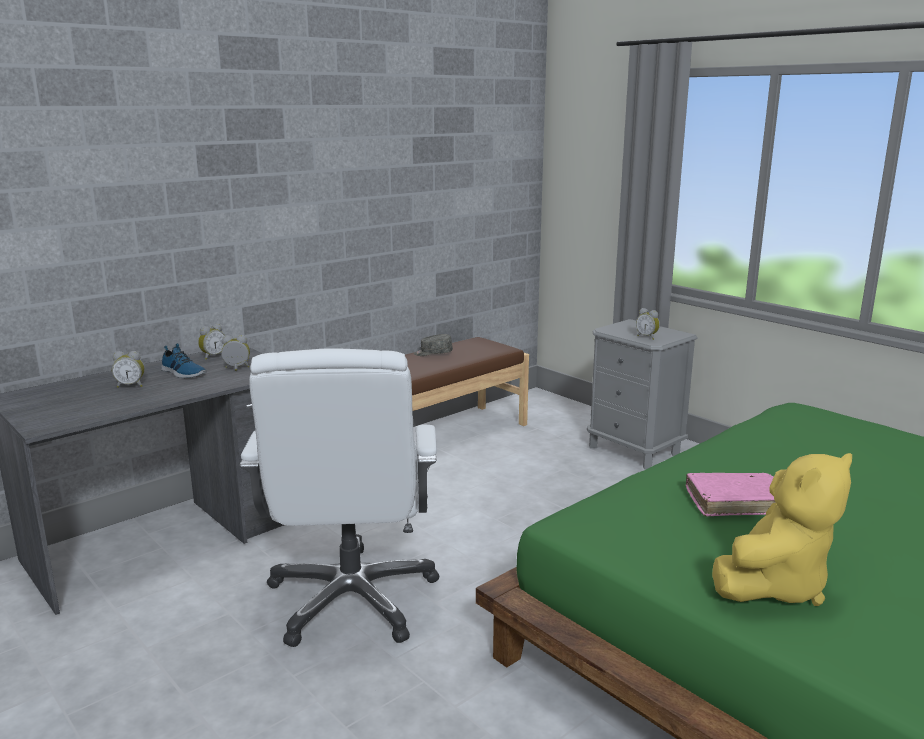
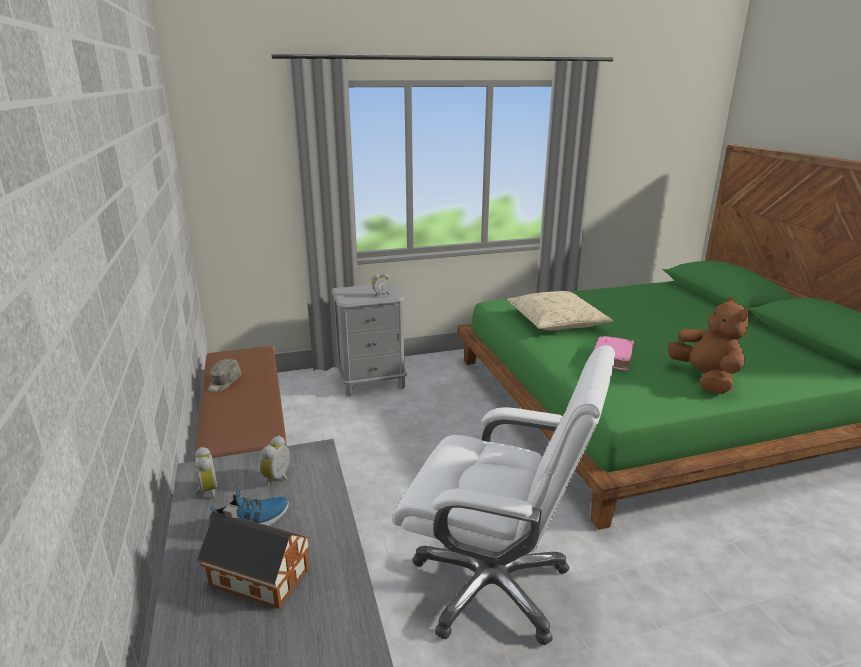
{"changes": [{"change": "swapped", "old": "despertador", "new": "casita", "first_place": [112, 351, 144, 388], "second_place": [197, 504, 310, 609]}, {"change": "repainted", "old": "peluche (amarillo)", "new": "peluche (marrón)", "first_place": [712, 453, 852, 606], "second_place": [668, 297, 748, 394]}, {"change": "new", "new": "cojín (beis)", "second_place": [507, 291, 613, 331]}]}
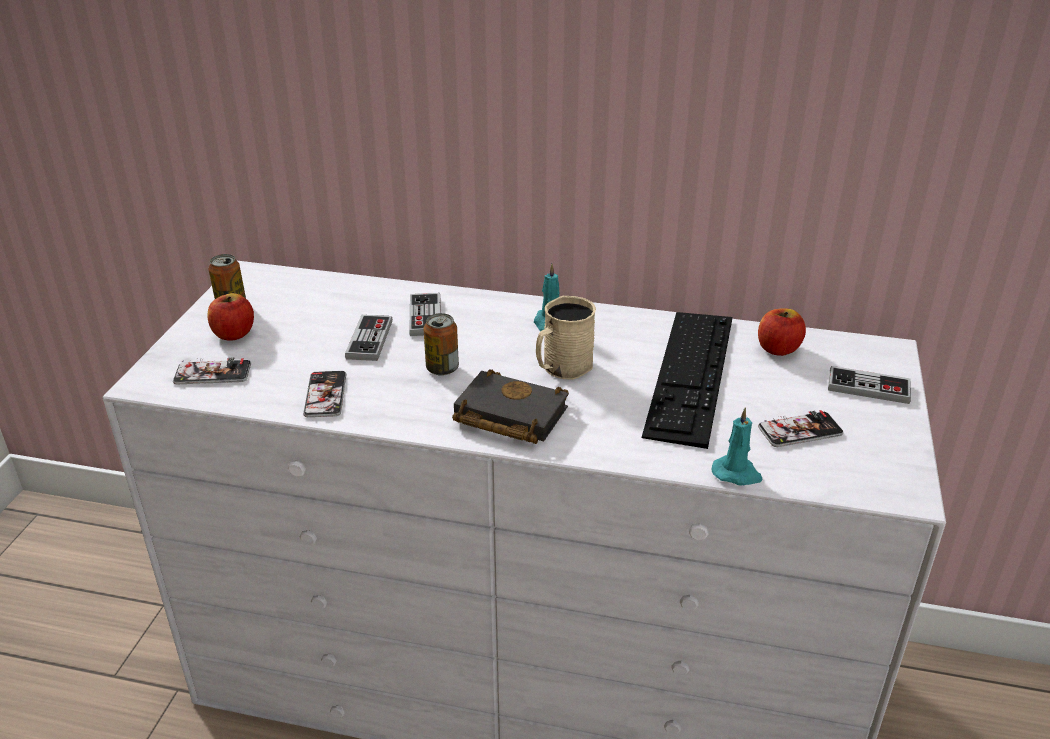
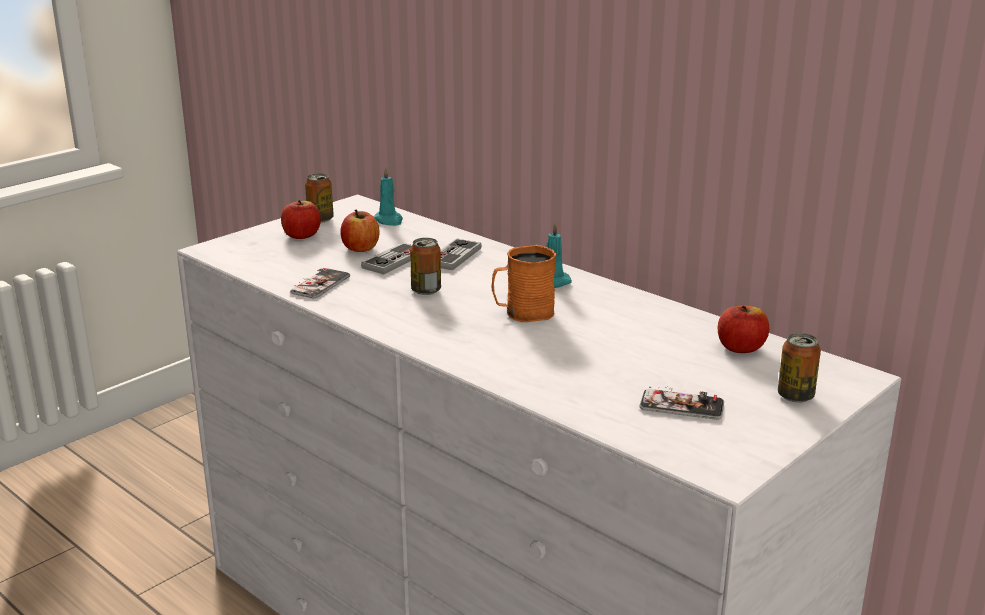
{"changes": [{"change": "repainted", "old": "taza grande (beis)", "new": "taza grande (naranja)", "first_place": [536, 296, 596, 380], "second_place": [491, 245, 557, 322]}, {"change": "gone", "old": "teclado", "first_place": [642, 312, 732, 449]}, {"change": "gone", "old": "móvil", "first_place": [173, 357, 251, 384]}, {"change": "swapped", "old": "mando de consola", "new": "lata", "first_place": [828, 366, 911, 404], "second_place": [778, 333, 821, 403]}, {"change": "gone", "old": "libro (negro)", "first_place": [452, 369, 569, 444]}, {"change": "shifted", "old": "vela (turquesa)", "first_place": [712, 407, 763, 486], "second_place": [373, 167, 403, 226]}, {"change": "new", "new": "manzana", "second_place": [340, 209, 379, 252]}]}
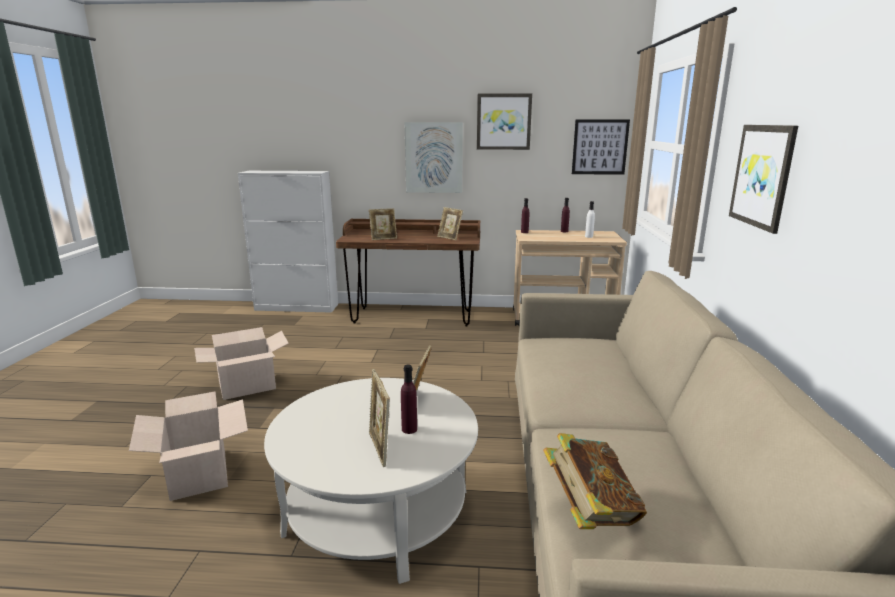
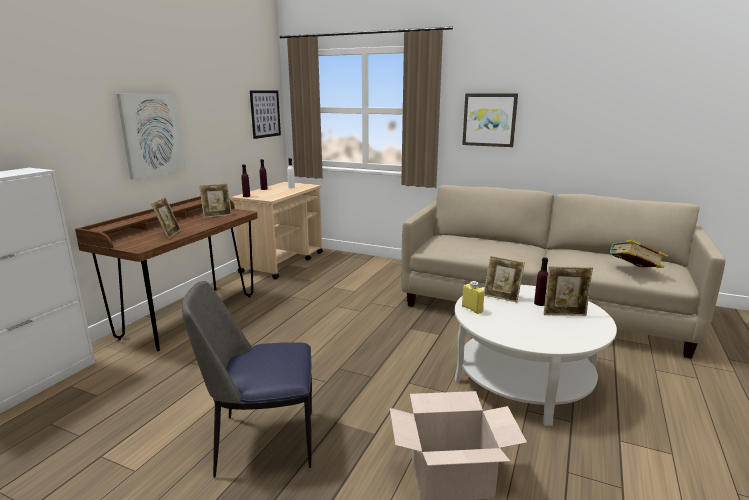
{"changes": [{"change": "gone", "old": "cuadro", "first_place": [477, 93, 532, 150]}, {"change": "swapped", "old": "caja de cartón", "new": "silla", "first_place": [194, 327, 289, 400], "second_place": [182, 281, 312, 478]}, {"change": "new", "new": "botella (amarillo)", "second_place": [462, 281, 485, 314]}]}
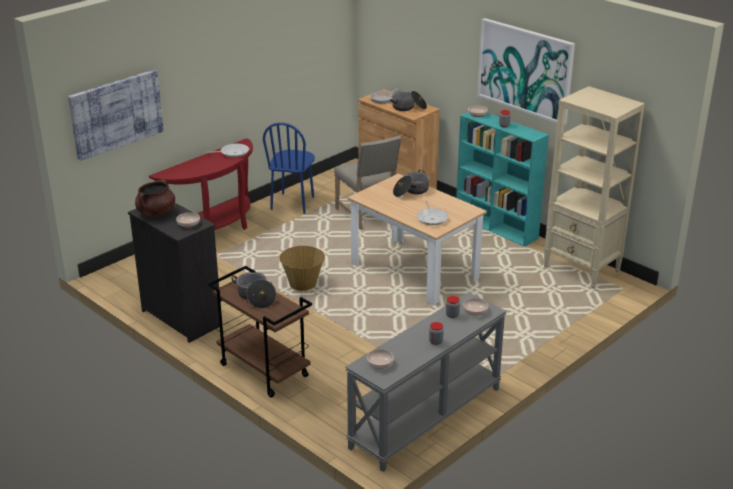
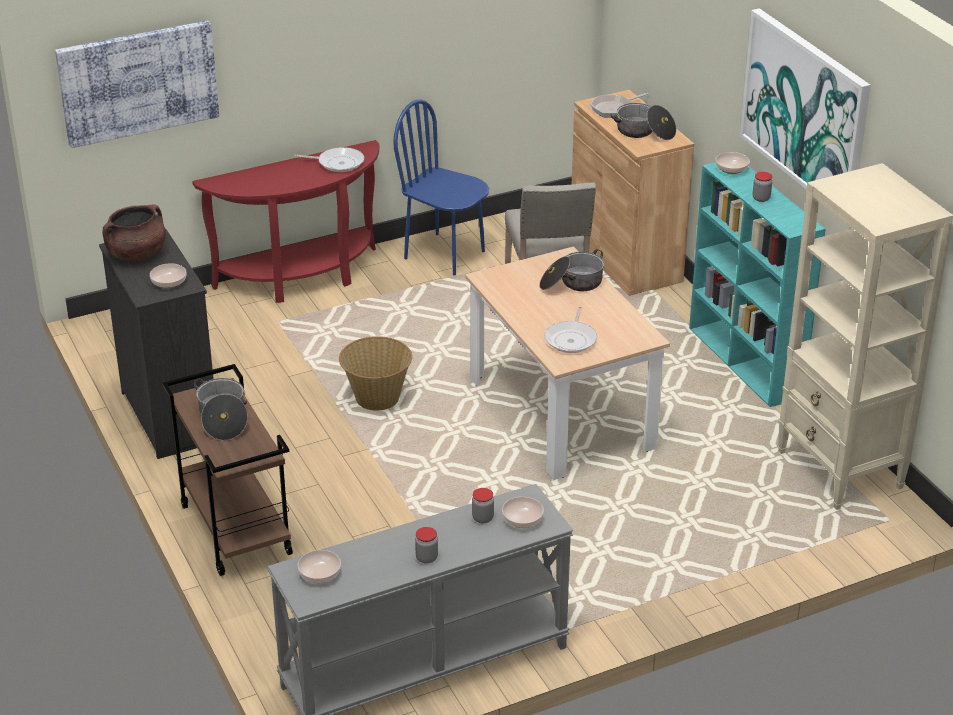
{"changes": [{"change": "rotated", "old": "silla (azul)", "first_place": [263, 122, 315, 214], "second_place": [393, 99, 489, 276], "degrees": 90}]}
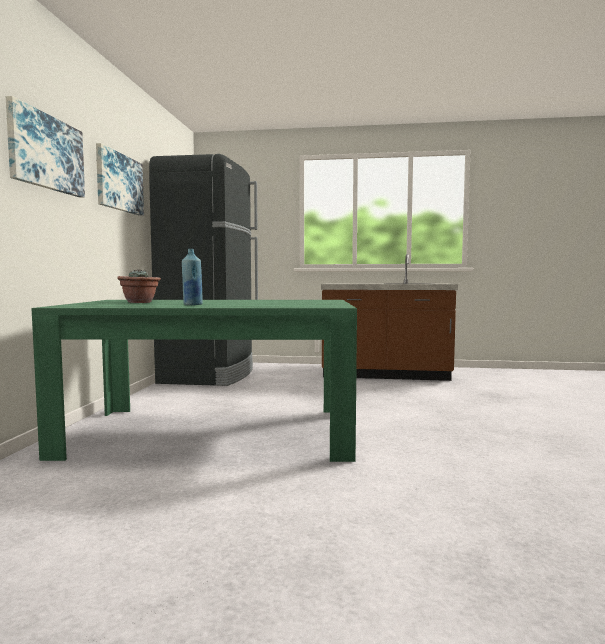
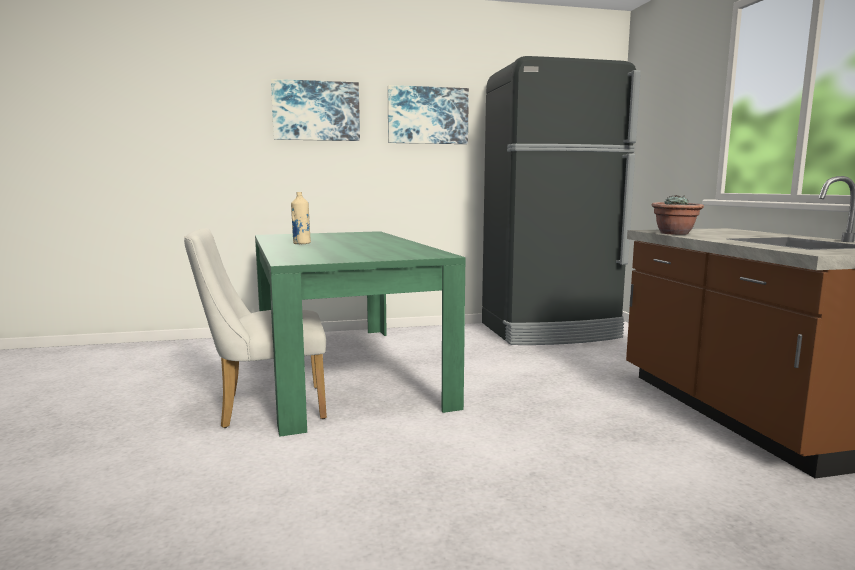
{"changes": [{"change": "repainted", "old": "botella (azul)", "new": "botella (beis)", "first_place": [182, 249, 203, 305], "second_place": [291, 192, 311, 244]}, {"change": "shifted", "old": "planta en maceta", "first_place": [117, 269, 161, 303], "second_place": [651, 195, 704, 235]}, {"change": "new", "new": "silla (blanco)", "second_place": [184, 228, 327, 428]}]}
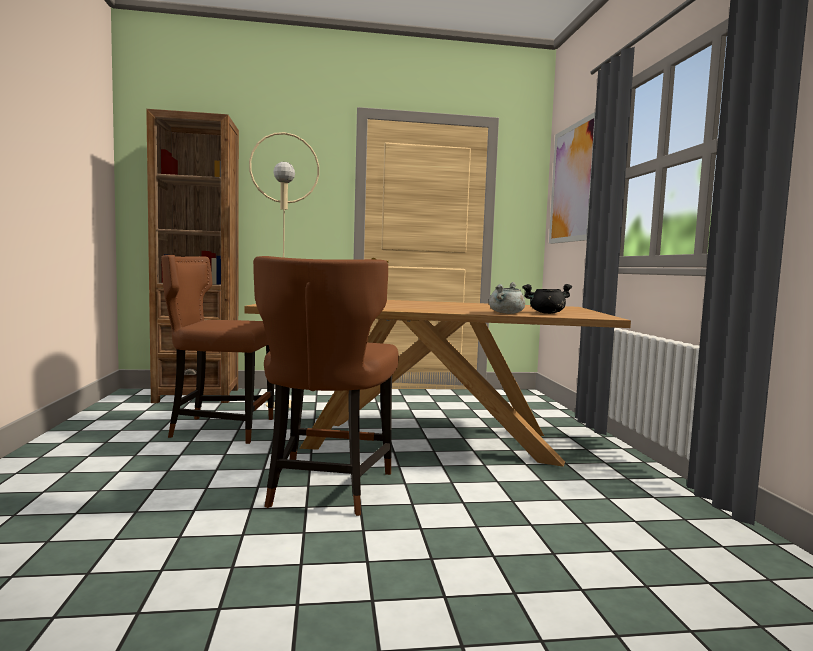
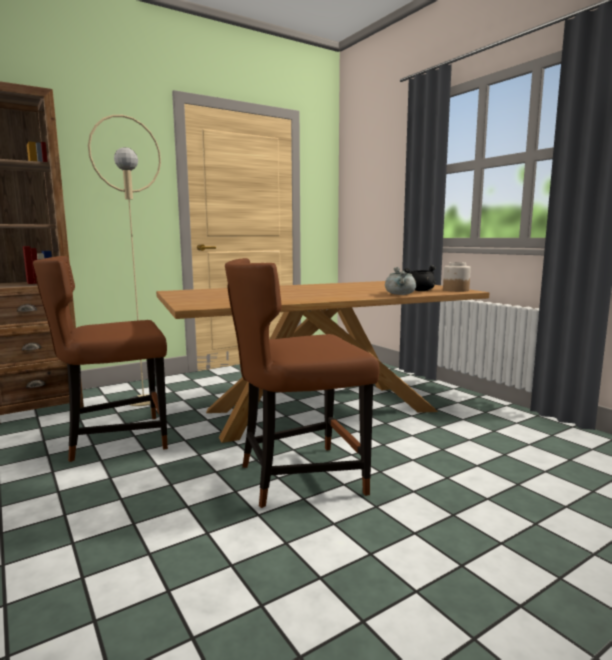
{"changes": [{"change": "gone", "old": "cuadro", "first_place": [549, 112, 595, 244]}, {"change": "rotated", "old": "silla (marrón)", "first_place": [253, 256, 399, 516], "second_place": [225, 258, 380, 508], "degrees": 90}, {"change": "new", "new": "tarro", "second_place": [443, 262, 471, 292]}]}
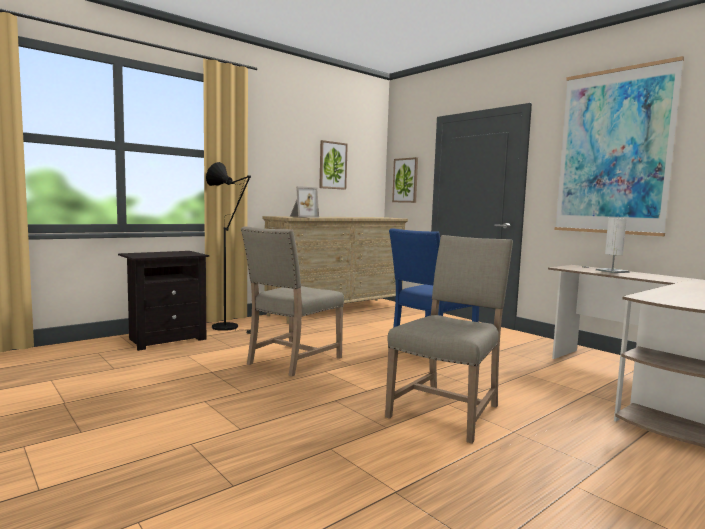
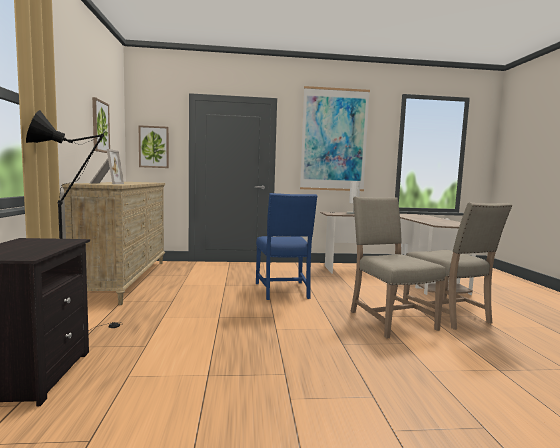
{"changes": [{"change": "shifted", "old": "silla (beis)", "first_place": [241, 226, 344, 377], "second_place": [402, 202, 513, 330]}]}
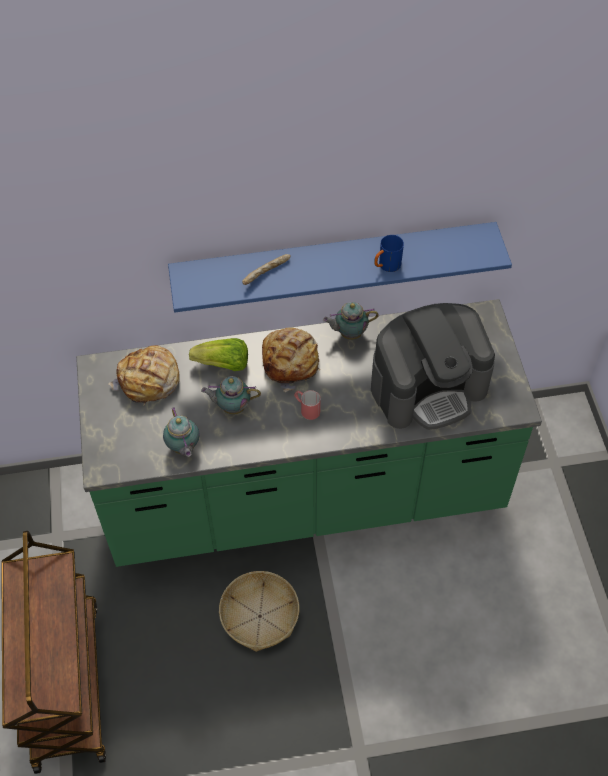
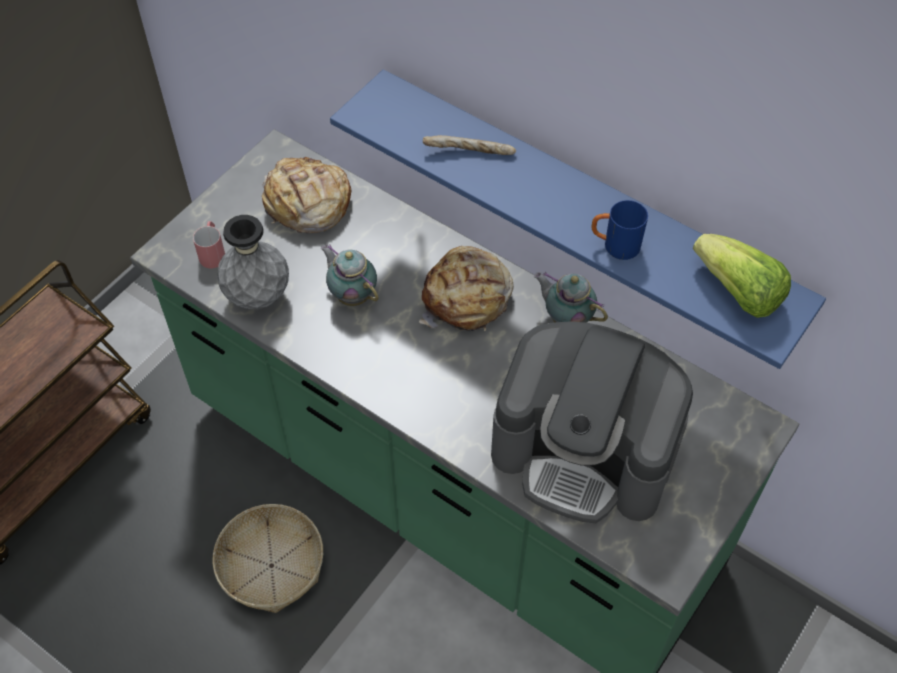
{"changes": [{"change": "shifted", "old": "lechuga", "first_place": [189, 338, 248, 371], "second_place": [693, 234, 791, 318]}, {"change": "shifted", "old": "taza grande (rojo)", "first_place": [294, 390, 321, 420], "second_place": [193, 221, 225, 268]}, {"change": "swapped", "old": "tetera", "new": "florero (gris)", "first_place": [163, 407, 199, 457], "second_place": [217, 215, 289, 310]}]}
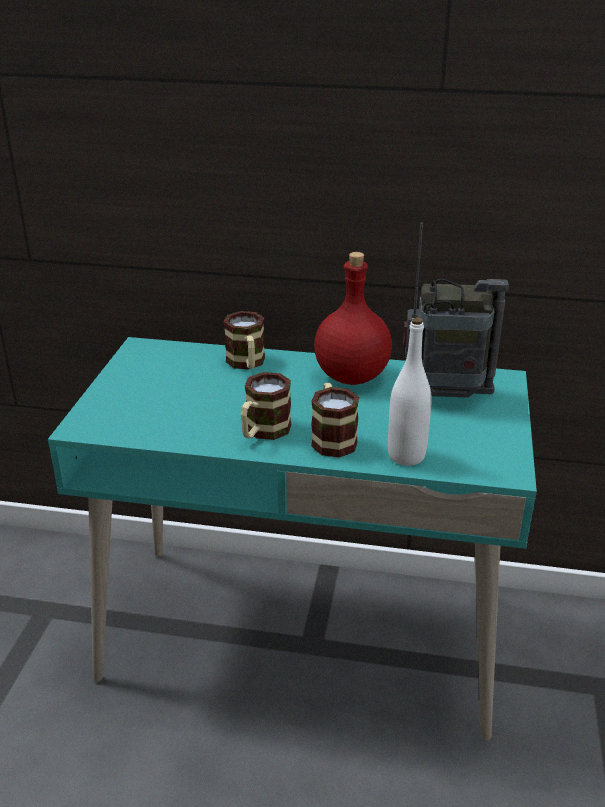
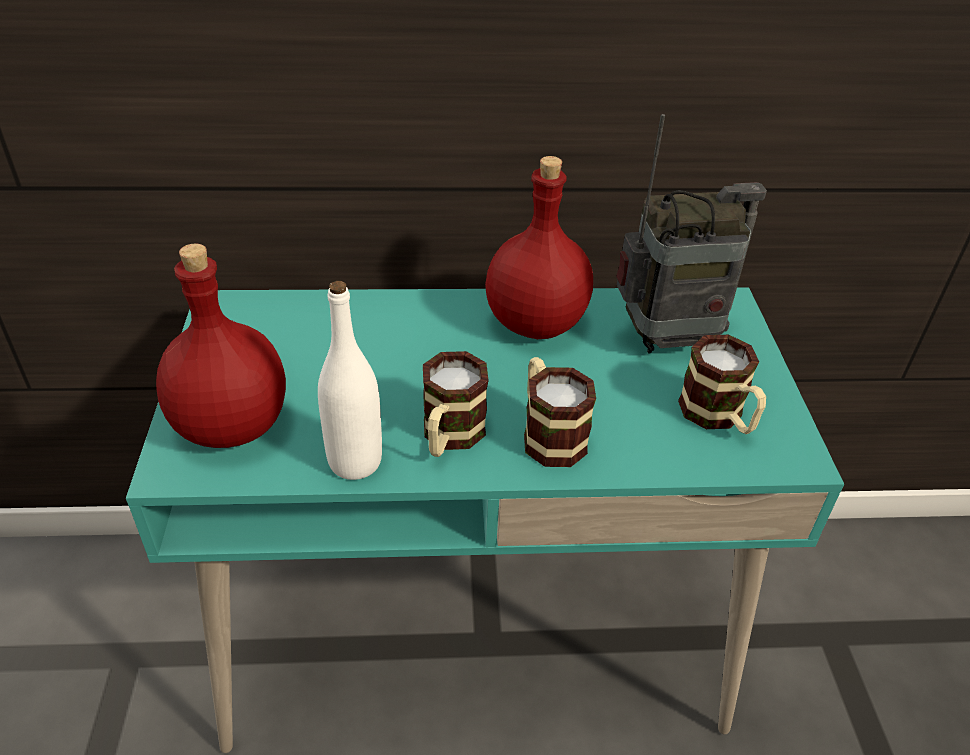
{"changes": [{"change": "shifted", "old": "taza grande", "first_place": [224, 311, 265, 369], "second_place": [678, 335, 766, 434]}, {"change": "shifted", "old": "botella (blanco)", "first_place": [388, 317, 432, 466], "second_place": [318, 281, 382, 480]}, {"change": "new", "new": "botella (rojo)", "second_place": [156, 243, 286, 448]}]}
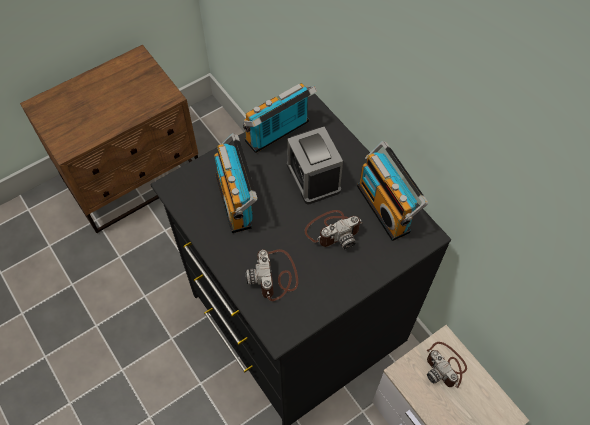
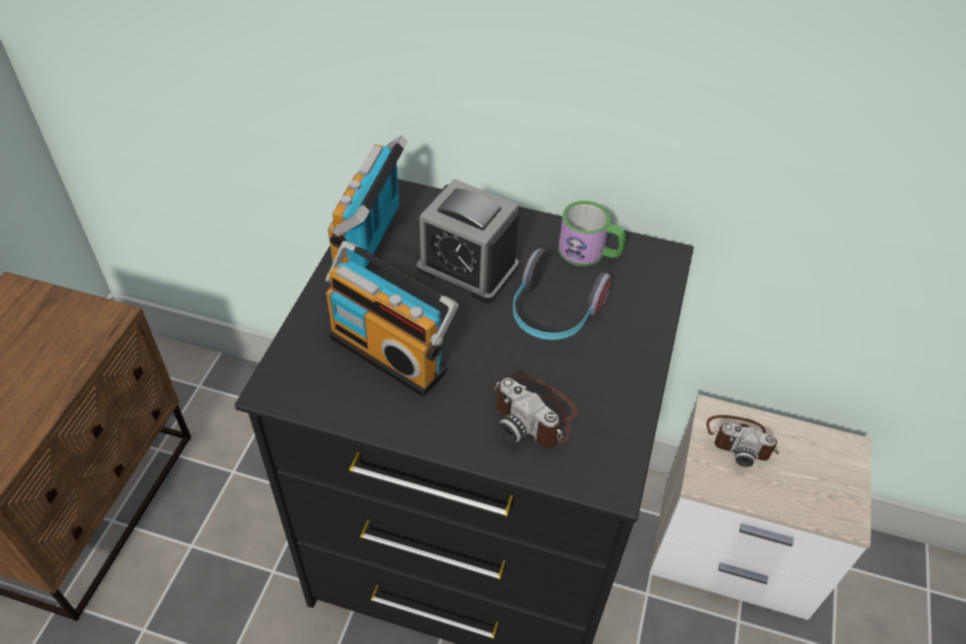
{"changes": [{"change": "swapped", "old": "radio", "new": "taza grande", "first_place": [357, 141, 428, 241], "second_place": [558, 201, 626, 266]}, {"change": "swapped", "old": "cámara", "new": "auriculares", "first_place": [305, 210, 362, 249], "second_place": [513, 249, 611, 340]}]}
